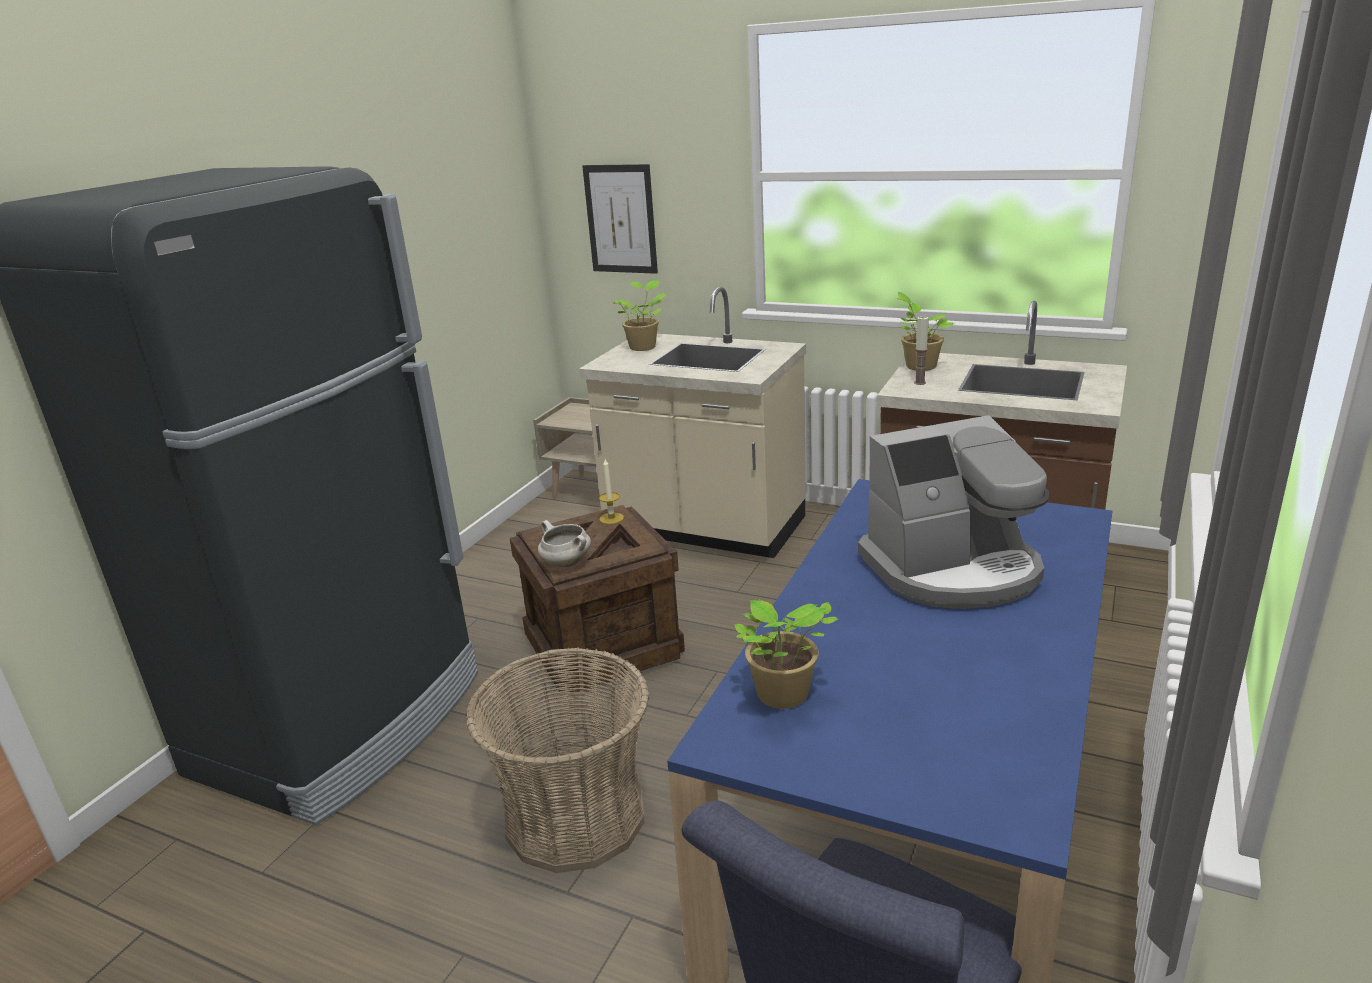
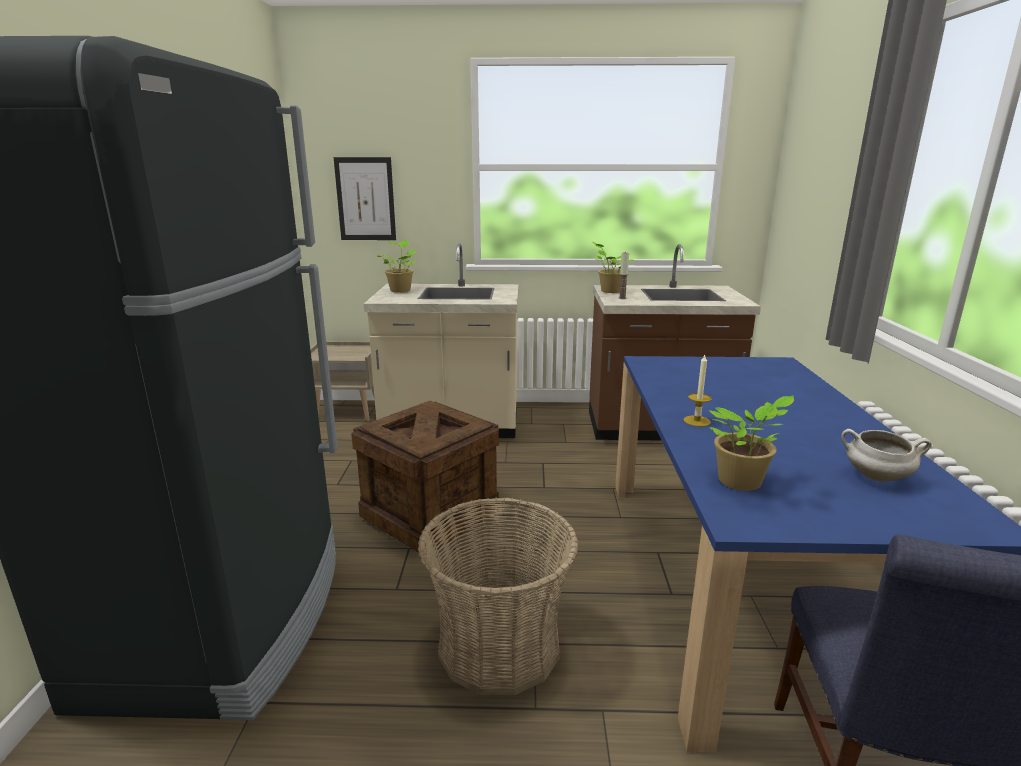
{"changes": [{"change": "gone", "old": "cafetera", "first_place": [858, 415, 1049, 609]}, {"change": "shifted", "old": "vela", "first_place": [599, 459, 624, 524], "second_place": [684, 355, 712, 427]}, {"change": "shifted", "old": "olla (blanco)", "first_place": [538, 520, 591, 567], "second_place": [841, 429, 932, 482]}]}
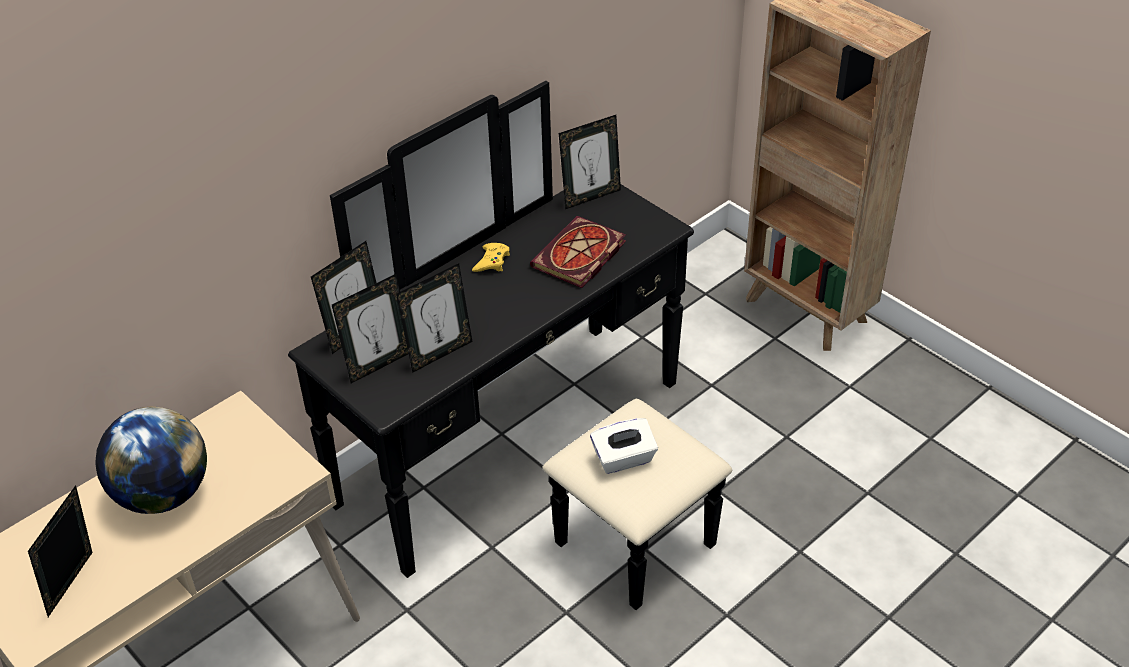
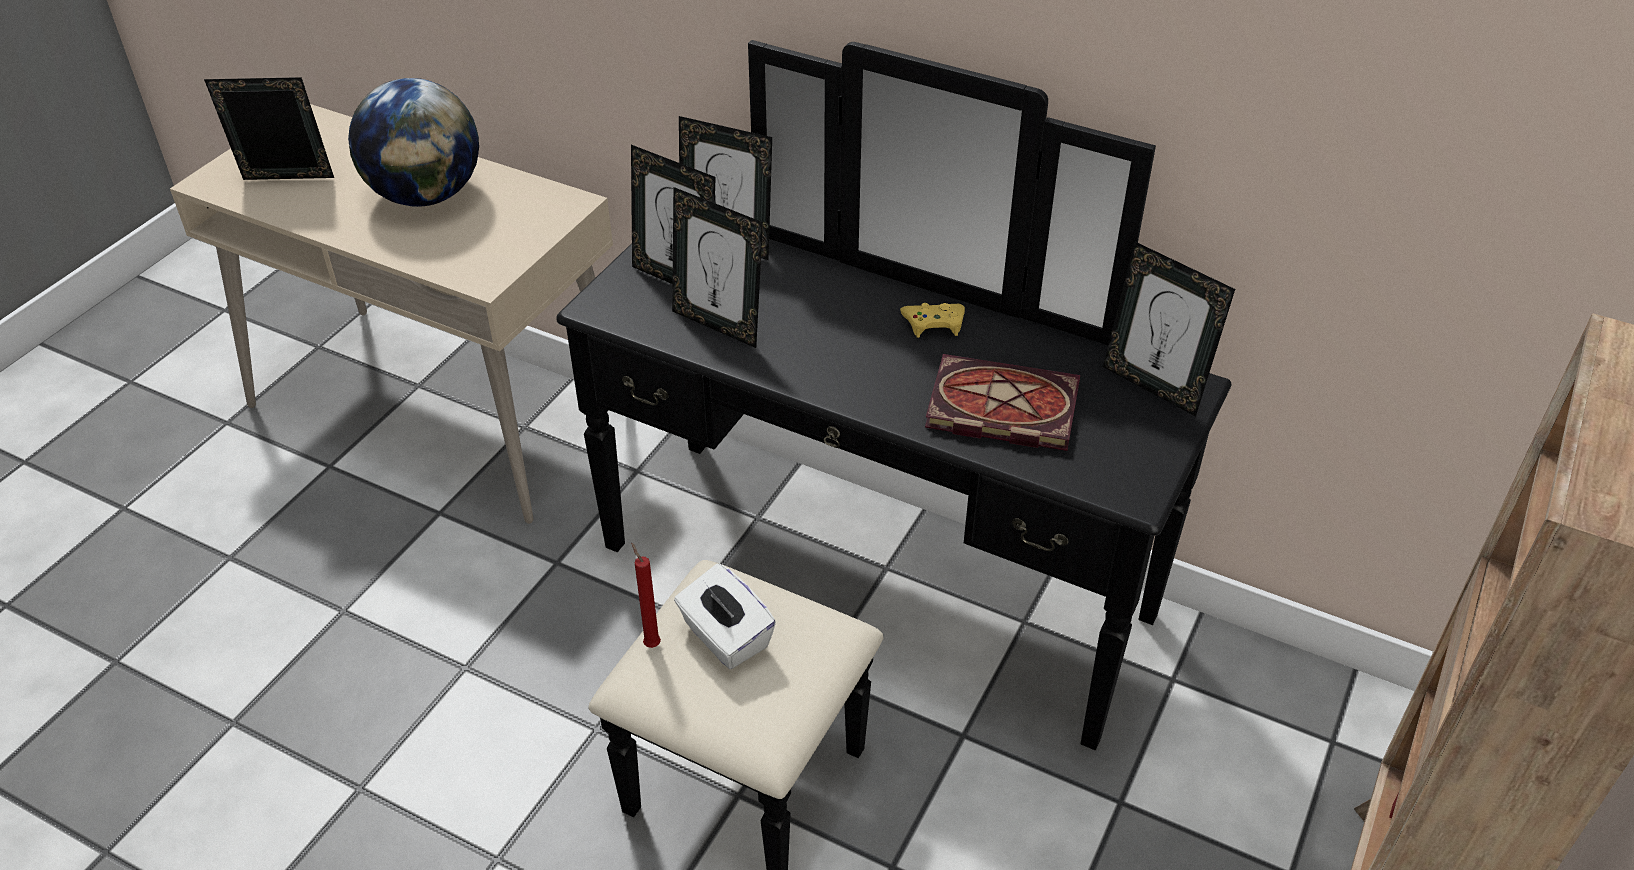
{"changes": [{"change": "new", "new": "vela (rojo)", "second_place": [631, 543, 661, 648]}]}
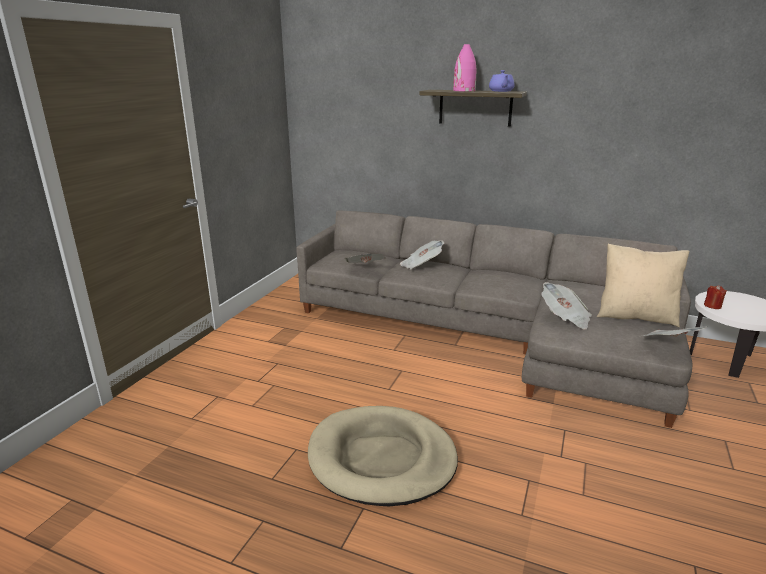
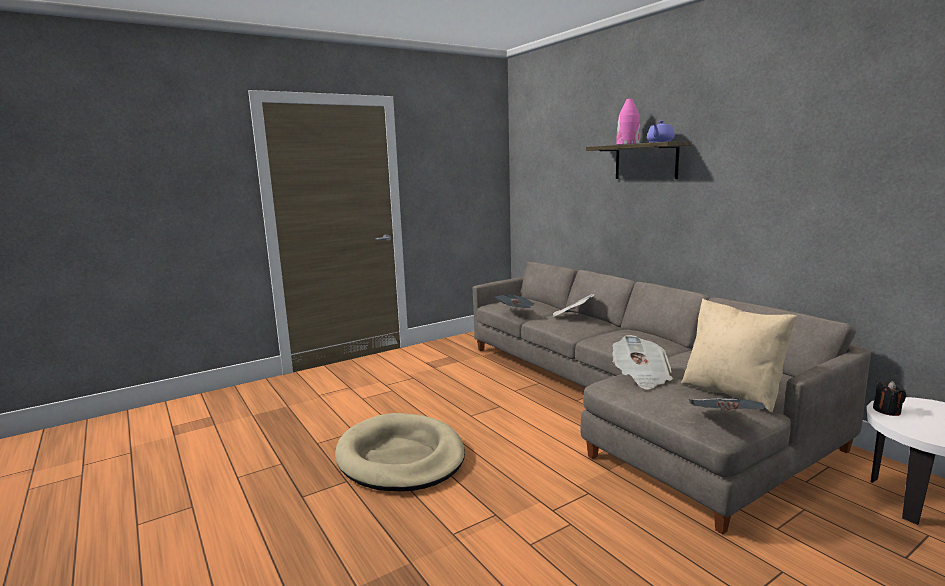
{"changes": [{"change": "repainted", "old": "vela (rojo)", "new": "vela (negro)", "first_place": [704, 285, 727, 309], "second_place": [873, 381, 906, 416]}]}
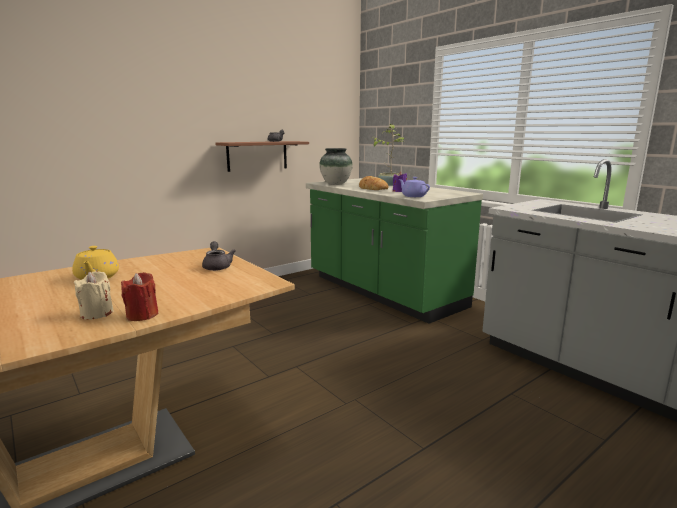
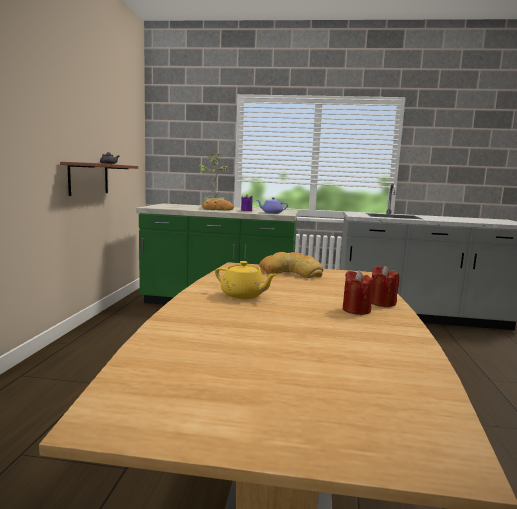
{"changes": [{"change": "gone", "old": "florero", "first_place": [319, 148, 353, 185]}, {"change": "swapped", "old": "tetera (gris)", "new": "pan", "first_place": [202, 241, 235, 271], "second_place": [259, 252, 324, 278]}, {"change": "repainted", "old": "vela (beis)", "new": "vela (rojo)", "first_place": [74, 271, 114, 320], "second_place": [343, 270, 374, 315]}]}
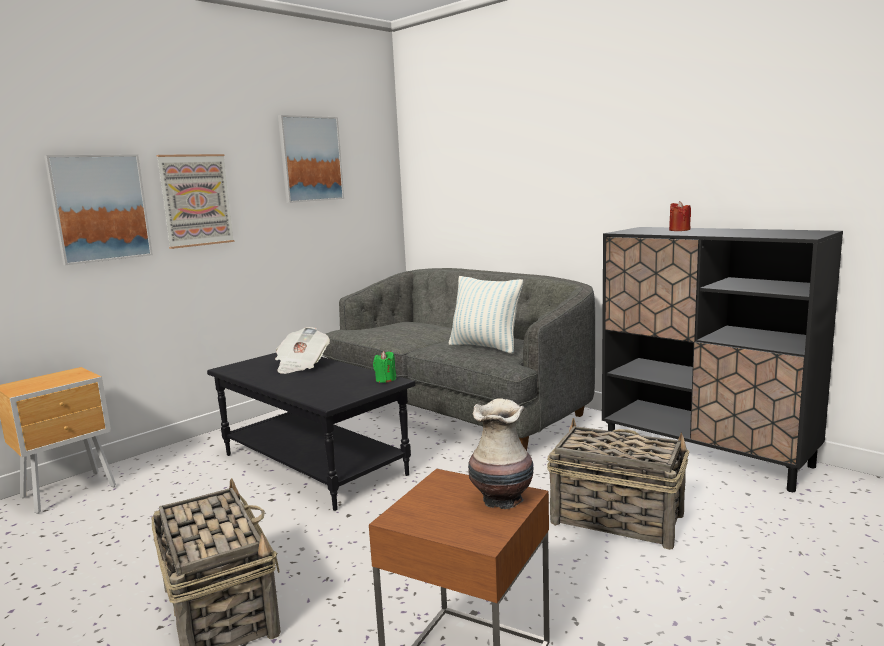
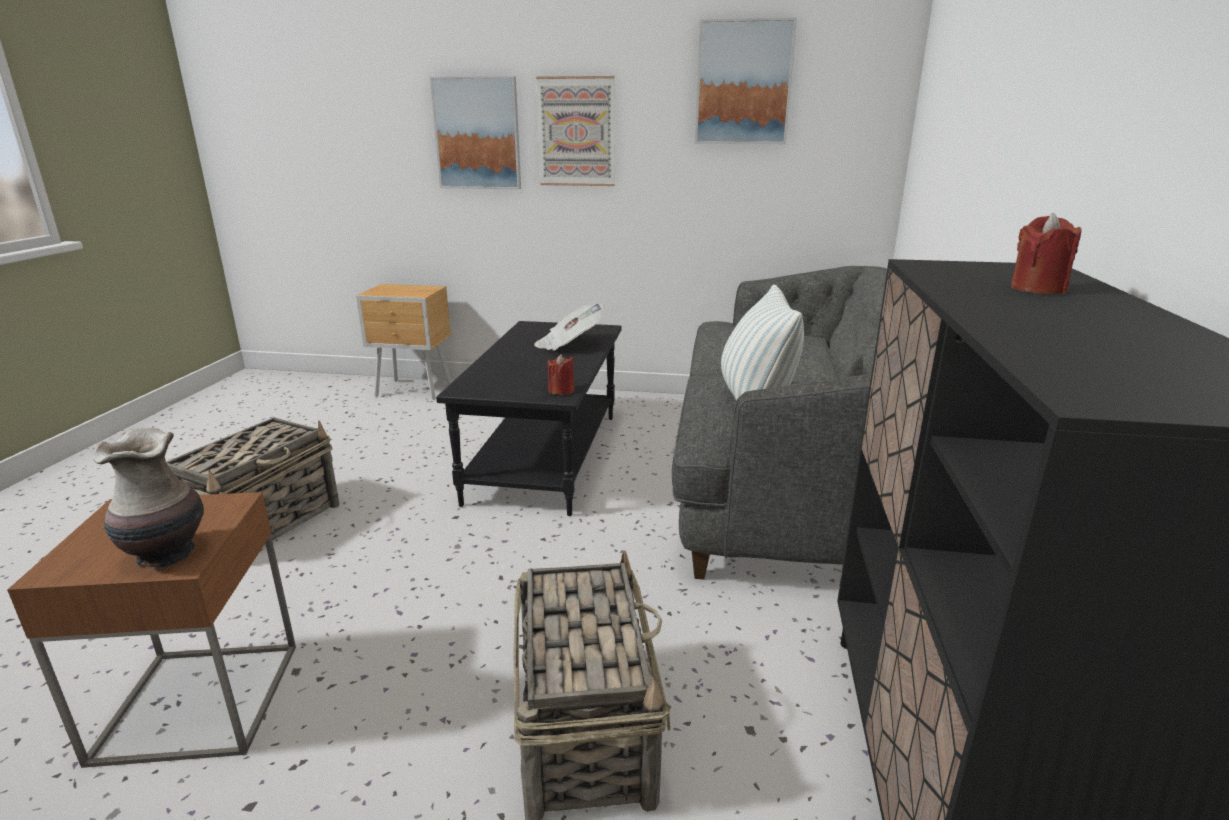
{"changes": [{"change": "repainted", "old": "vela (verde)", "new": "vela (rojo)", "first_place": [373, 351, 396, 383], "second_place": [548, 354, 574, 395]}]}
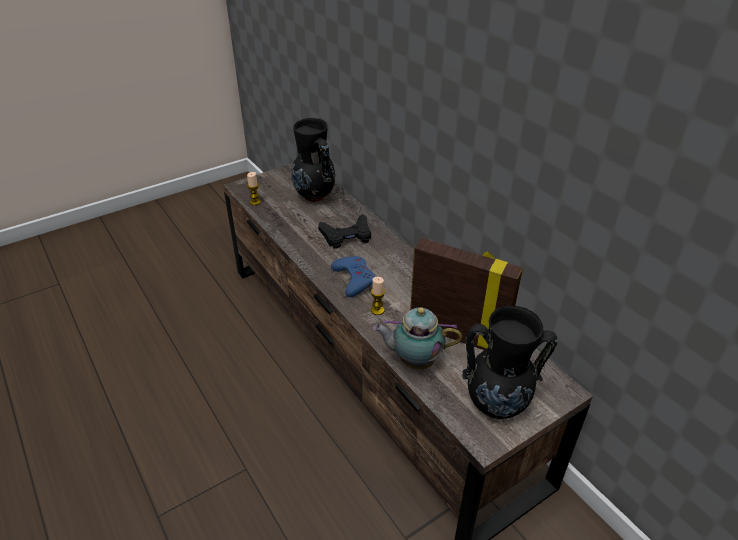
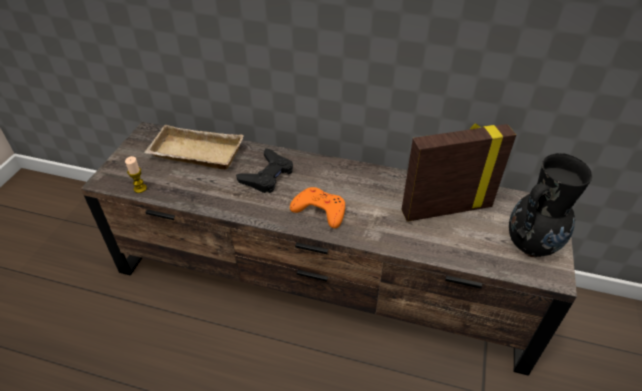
{"changes": [{"change": "swapped", "old": "florero (negro)", "new": "bandeja (beis)", "first_place": [292, 118, 335, 202], "second_place": [144, 125, 244, 170]}, {"change": "repainted", "old": "mando de consola (azul)", "new": "mando de consola (naranja)", "first_place": [331, 256, 375, 297], "second_place": [290, 187, 345, 229]}, {"change": "gone", "old": "vela", "first_place": [371, 277, 385, 315]}, {"change": "gone", "old": "tetera", "first_place": [373, 307, 462, 370]}]}
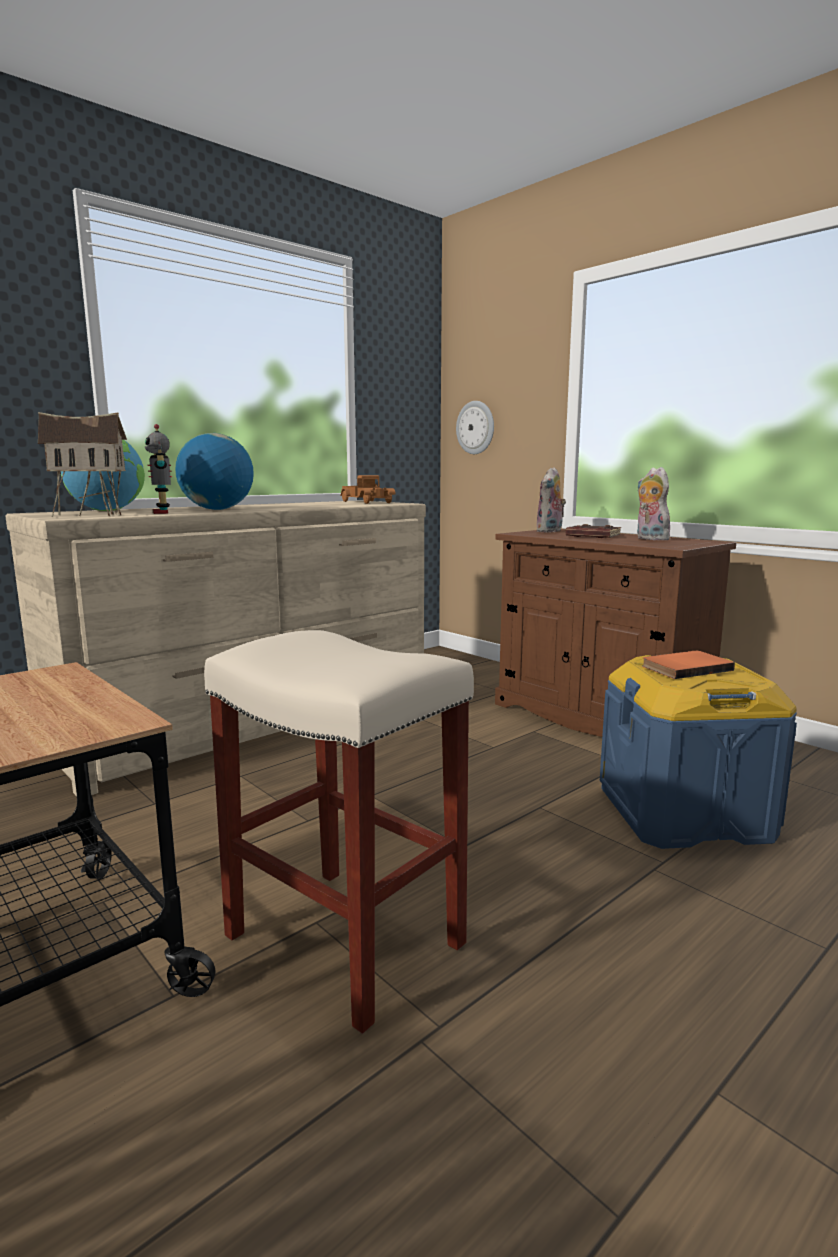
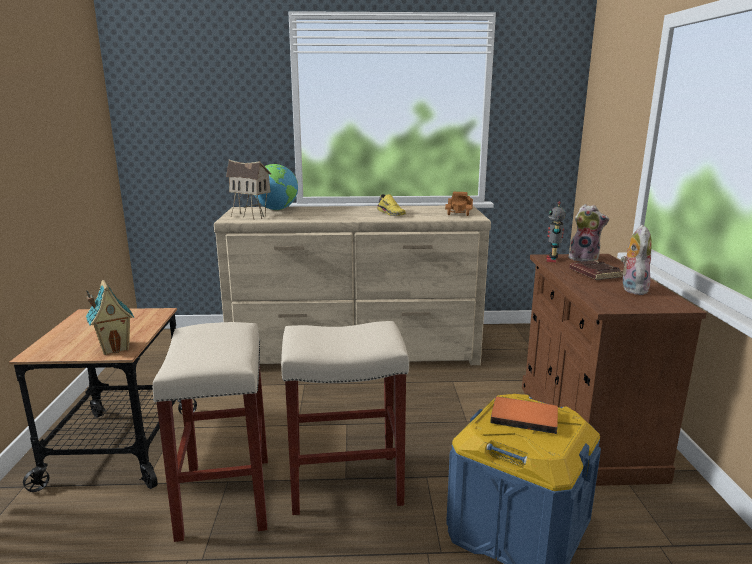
{"changes": [{"change": "gone", "old": "reloj de pared", "first_place": [456, 401, 494, 454]}, {"change": "shifted", "old": "robot de juguete", "first_place": [145, 424, 172, 514], "second_place": [546, 201, 566, 262]}, {"change": "gone", "old": "globo terráqueo", "first_place": [175, 433, 254, 510]}, {"change": "rotated", "old": "peluche", "first_place": [536, 467, 566, 533], "second_place": [569, 204, 609, 262], "degrees": -135}, {"change": "new", "new": "zapato (amarillo)", "second_place": [377, 194, 406, 216]}, {"change": "new", "new": "casita", "second_place": [86, 280, 135, 355]}, {"change": "new", "new": "taburete (beis)", "second_place": [281, 321, 409, 515]}]}
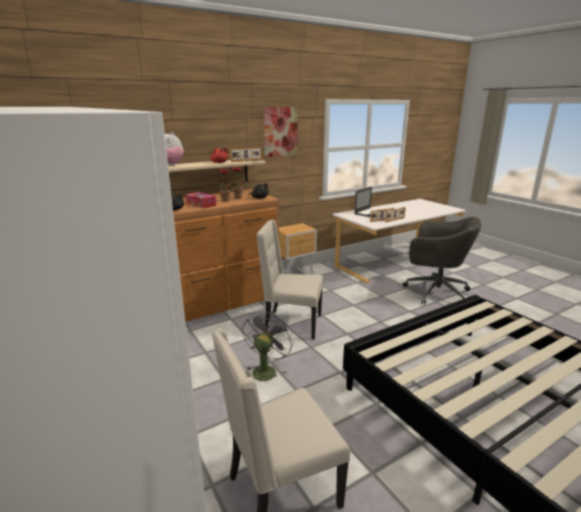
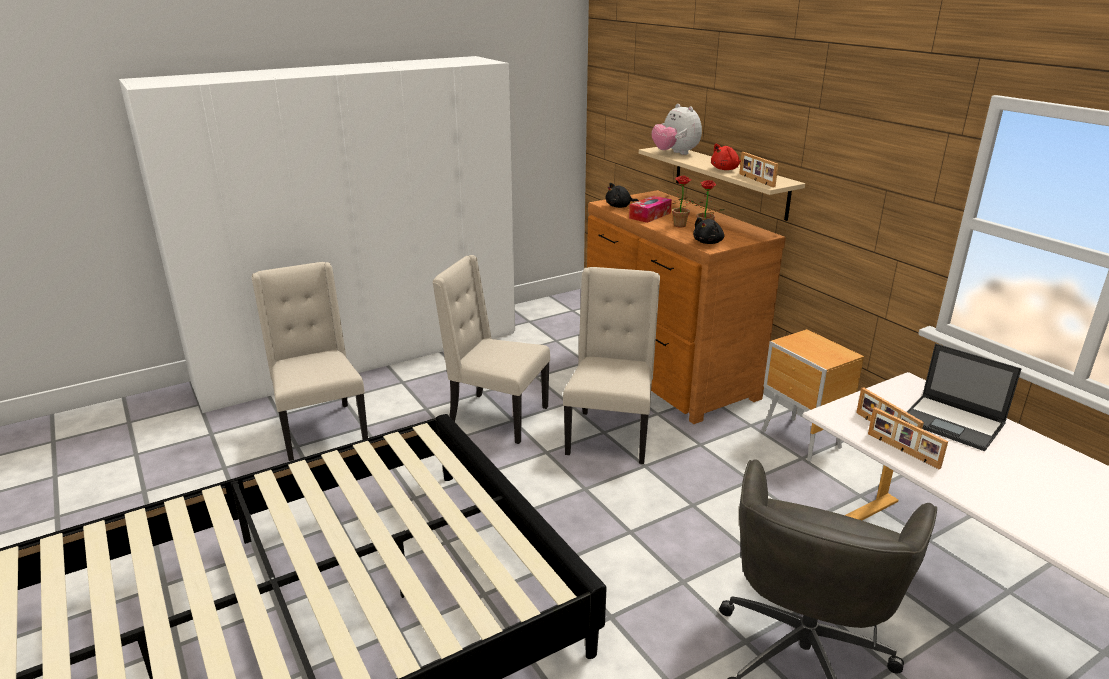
{"changes": [{"change": "gone", "old": "cuadro", "first_place": [263, 107, 298, 157]}, {"change": "swapped", "old": "ventilador (gris)", "new": "silla (beis)", "first_place": [242, 311, 294, 381], "second_place": [432, 255, 550, 444]}]}
